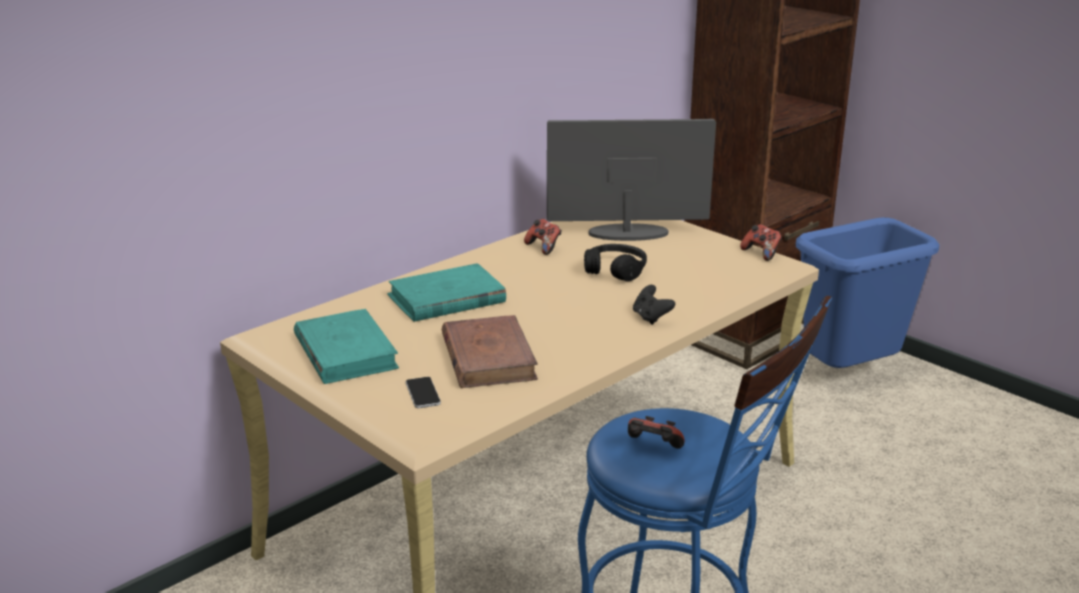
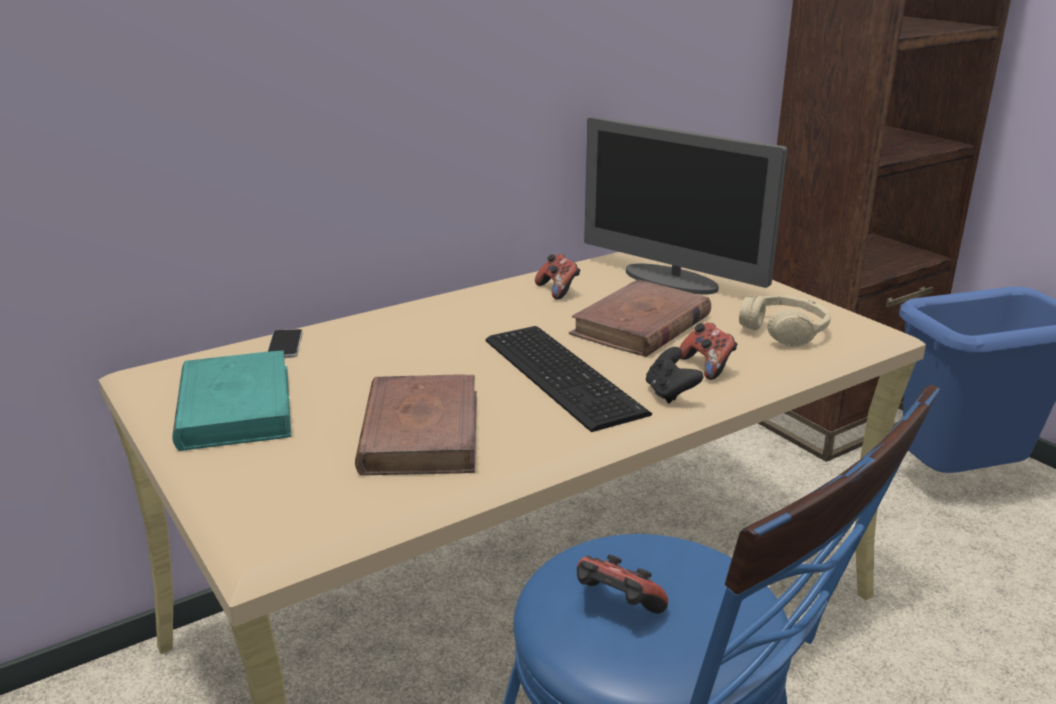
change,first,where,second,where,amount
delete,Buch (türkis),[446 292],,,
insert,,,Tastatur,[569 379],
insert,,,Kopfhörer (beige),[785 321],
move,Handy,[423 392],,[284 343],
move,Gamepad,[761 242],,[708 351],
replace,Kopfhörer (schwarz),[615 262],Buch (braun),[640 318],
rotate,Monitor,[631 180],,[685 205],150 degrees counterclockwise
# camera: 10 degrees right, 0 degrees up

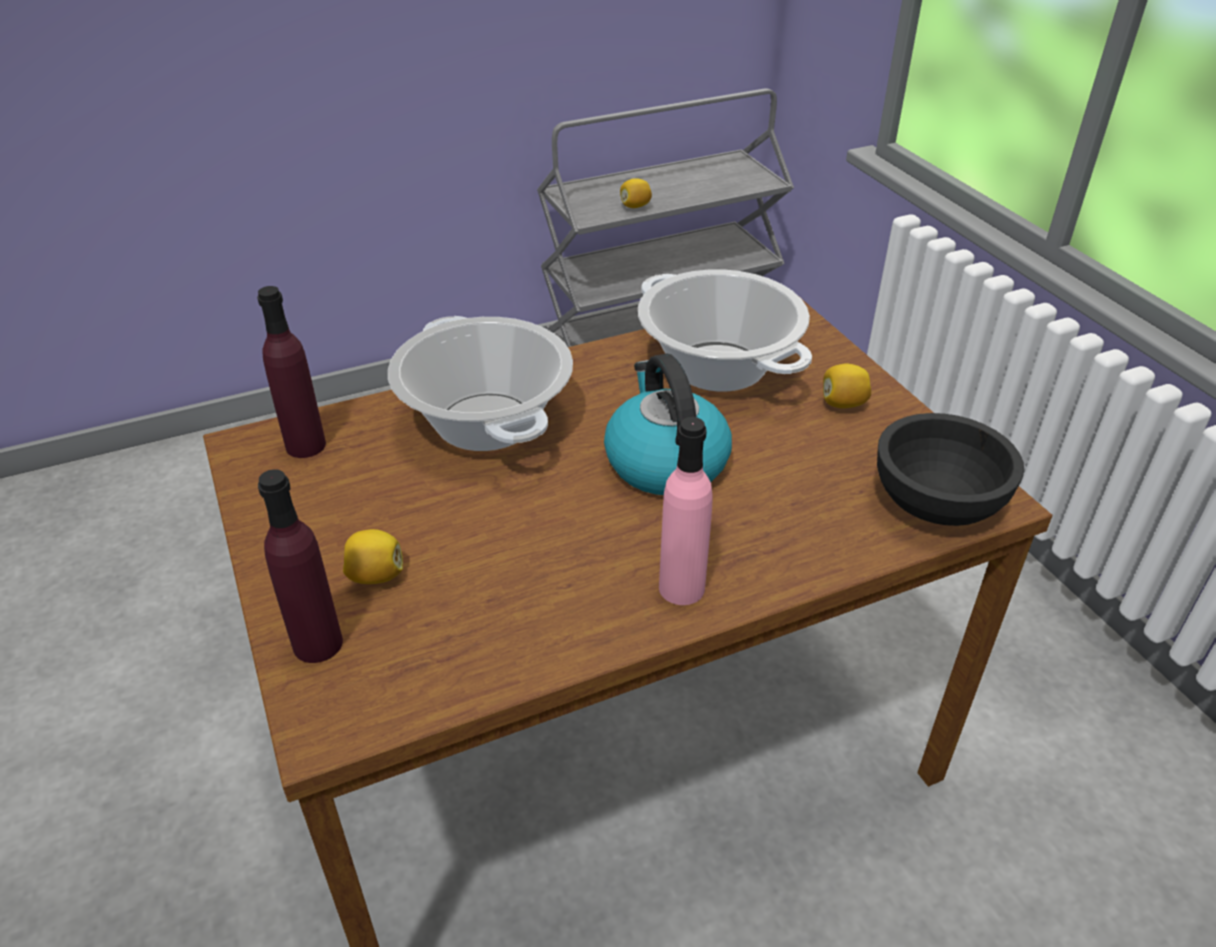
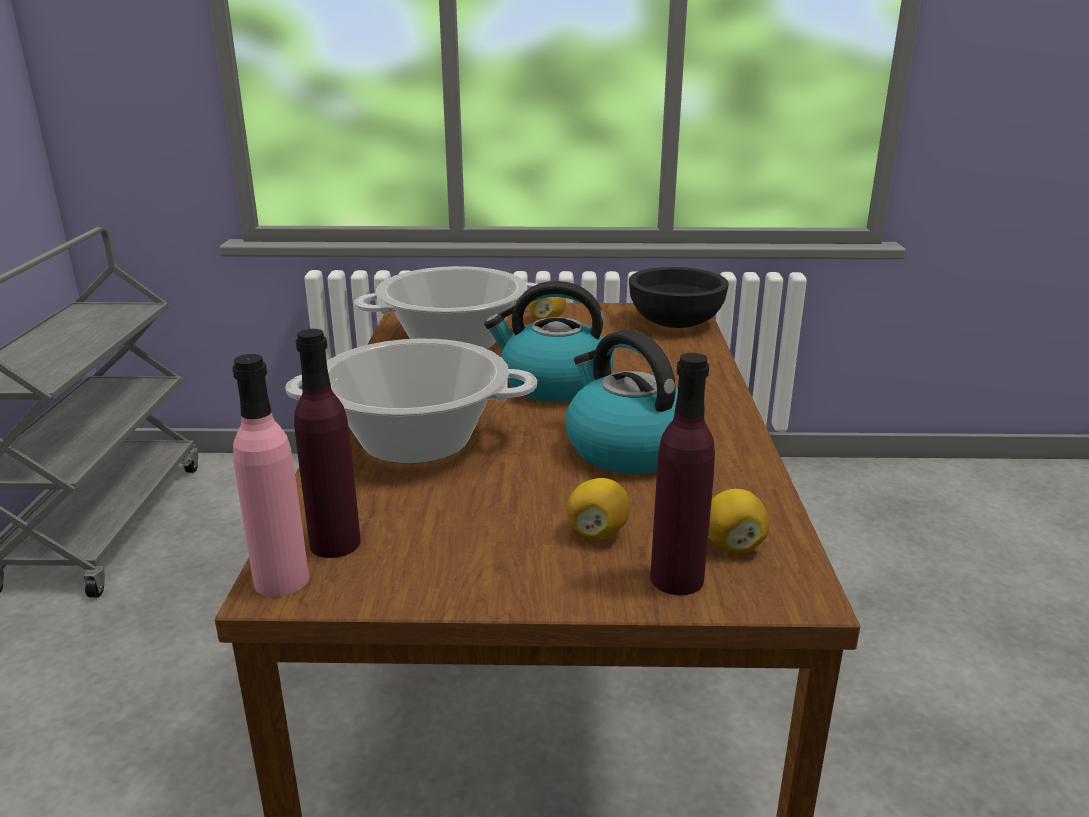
change,first,where,second,where,amount
insert,,,Wasserkessel,[621 402],
move,Zitrone,[636 193],,[739 521],
move,Flasche (rosa),[686 511],,[270 475],
# camera: 65 degrees left, 15 degrees down

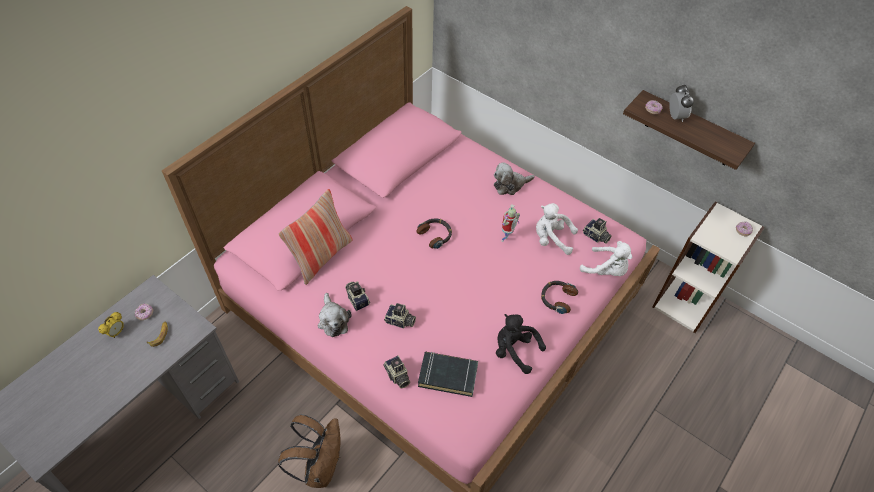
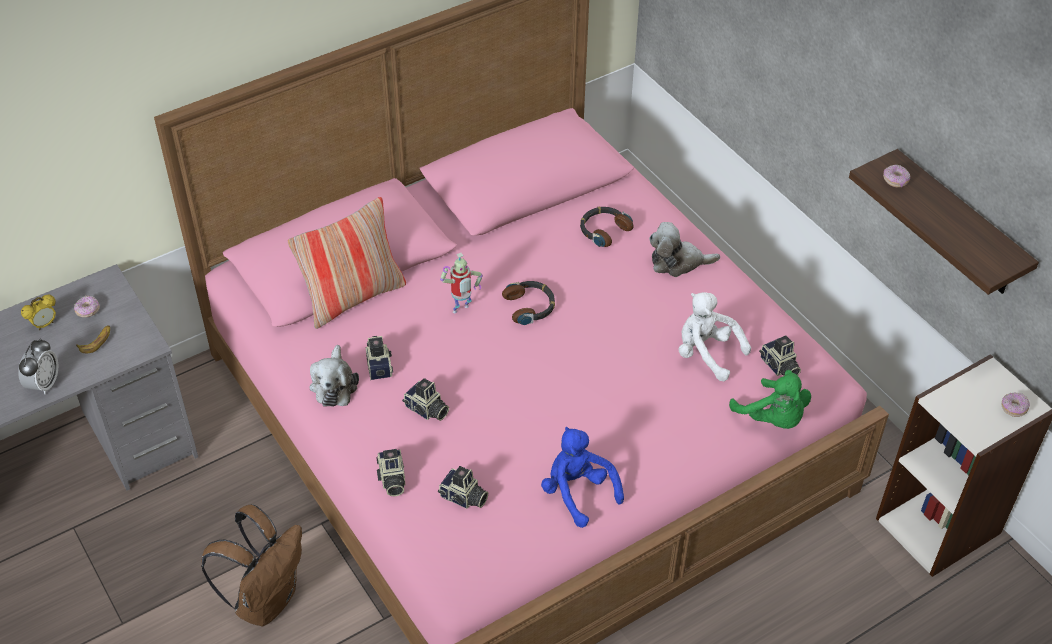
change,first,where,second,where,amount
move,Spielzeugroboter,[510 223],,[461 283],
move,Kopfhörer,[559 297],,[607 227],
move,Wecker,[681 103],,[38 366],
replace,Buch (schwarz),[448 374],Kamera,[463 487],
recolor,Plüschtier (schwarz),[521 344],Plüschtier (blau),[582 477],
recolor,Plüschtier (weiß),[606 258],Plüschtier (grün),[770 399],
# camera: 20 degrees right, 5 degrees down

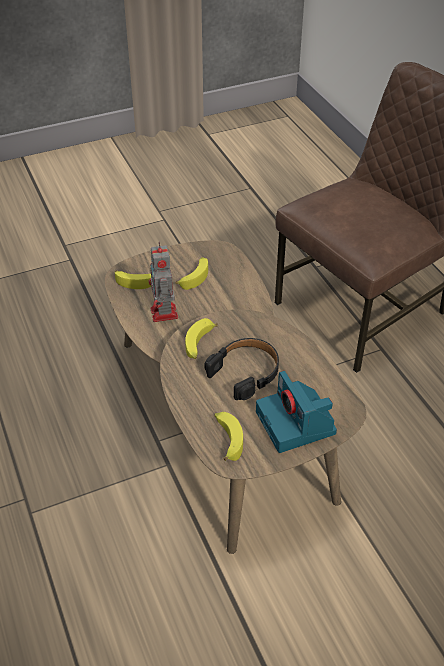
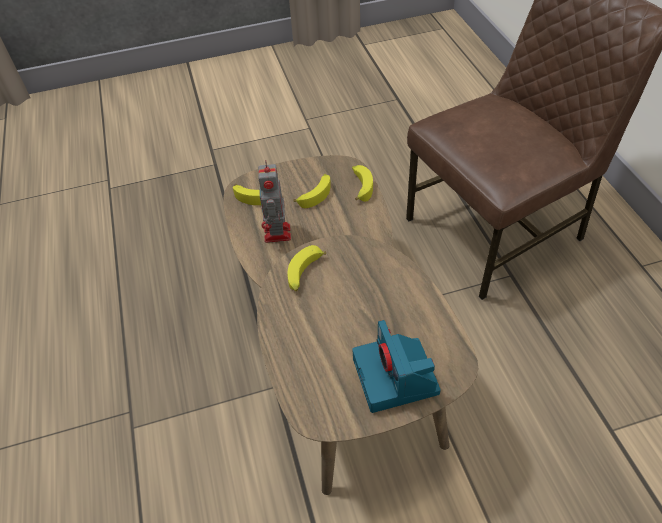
change,first,where,second,where,amount
delete,Kopfhörer (schwarz),[241 369],,,
move,Banane,[228 436],,[362 183],
# camera: 10 degrees right, 5 degrees up

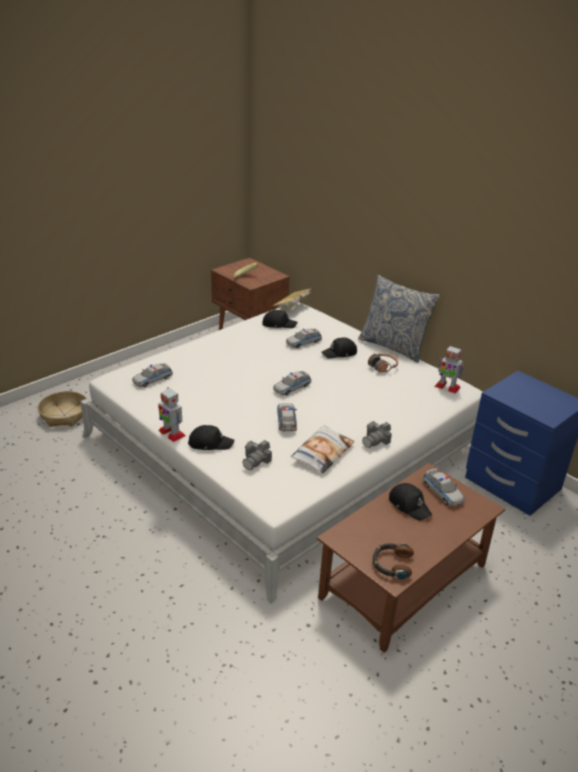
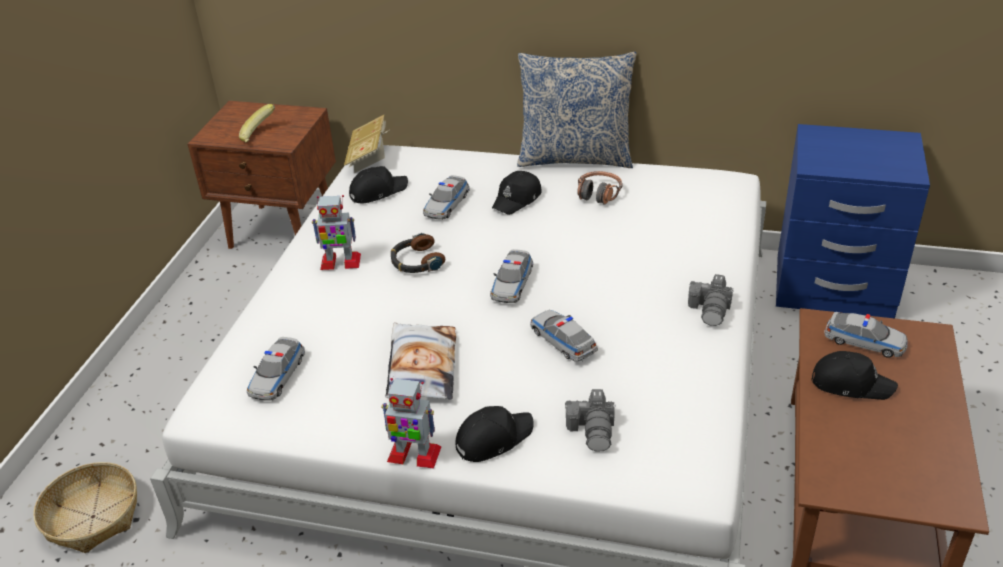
change,first,where,second,where,amount
move,Kissen,[323 449],,[420 361],
move,Kopfhörer,[393 561],,[418 253],
move,Spielzeugroboter,[449 369],,[336 232],
# camera: 30 degrees left, 5 degrees up

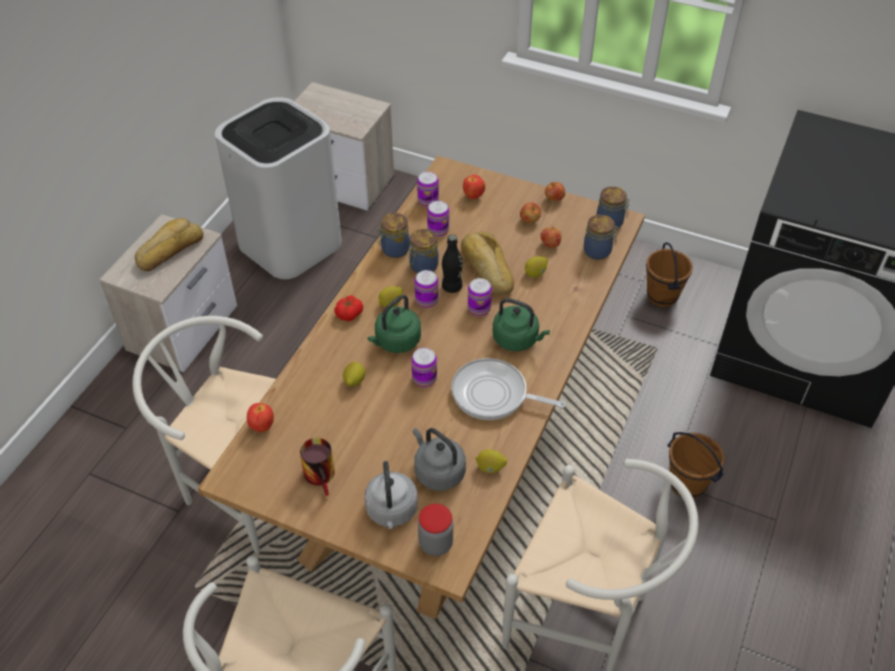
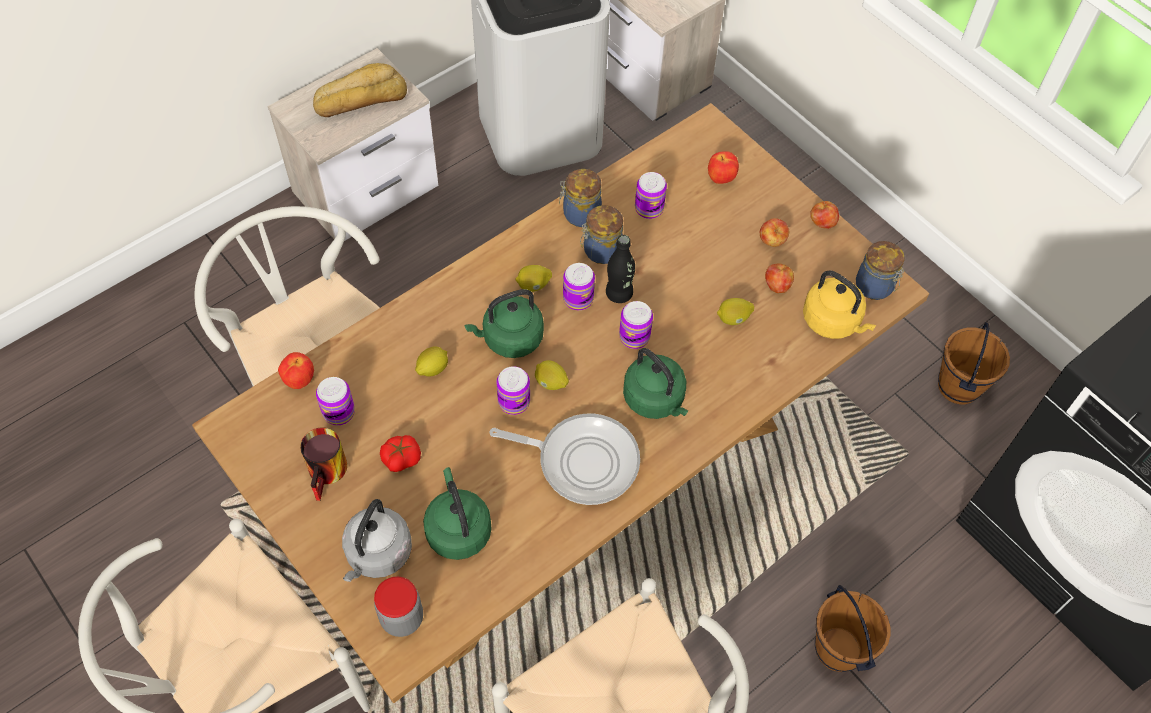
change,first,where,second,where,amount
delete,Brot,[487 263],,,
move,Tomate,[348 309],,[400 453],
move,Dose,[428 189],,[335 401],
move,Zitrone,[491 461],,[552 375],
replace,Vorratsglas,[601 237],Wasserkessel (gelb),[839 304],
recolor,Wasserkessel (grau),[439 459],Wasserkessel (grün),[457 513],
rotate,Pfanne,[508 389],,[565 459],150 degrees clockwise
# camera: 25 degrees right, 10 degrees up

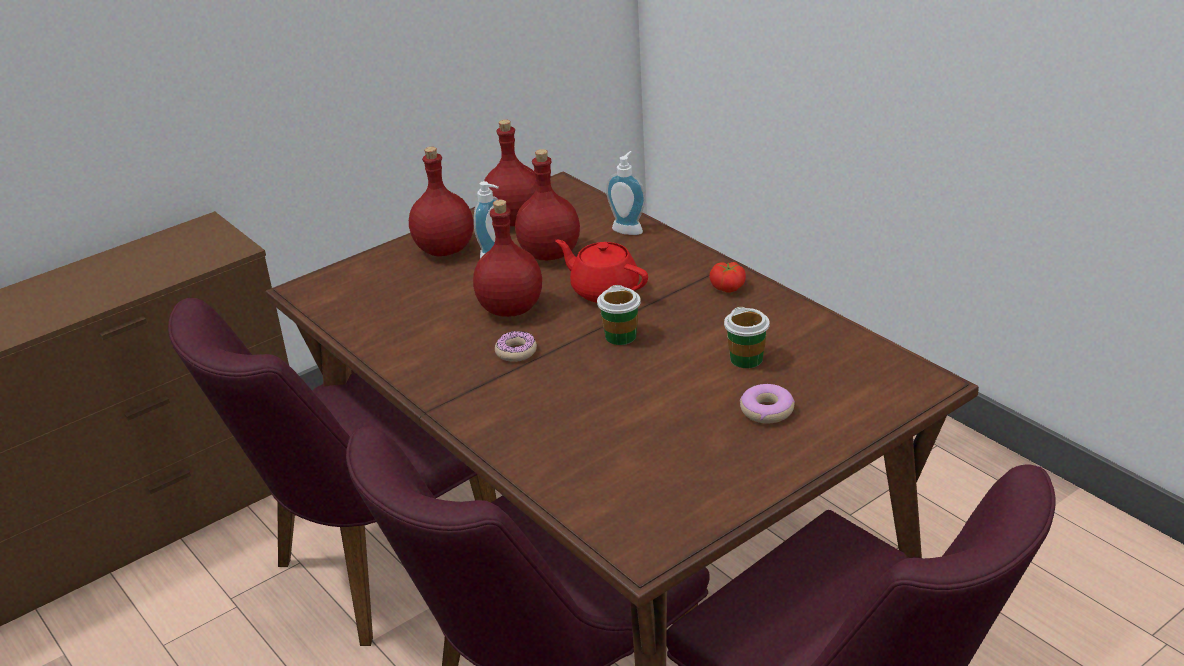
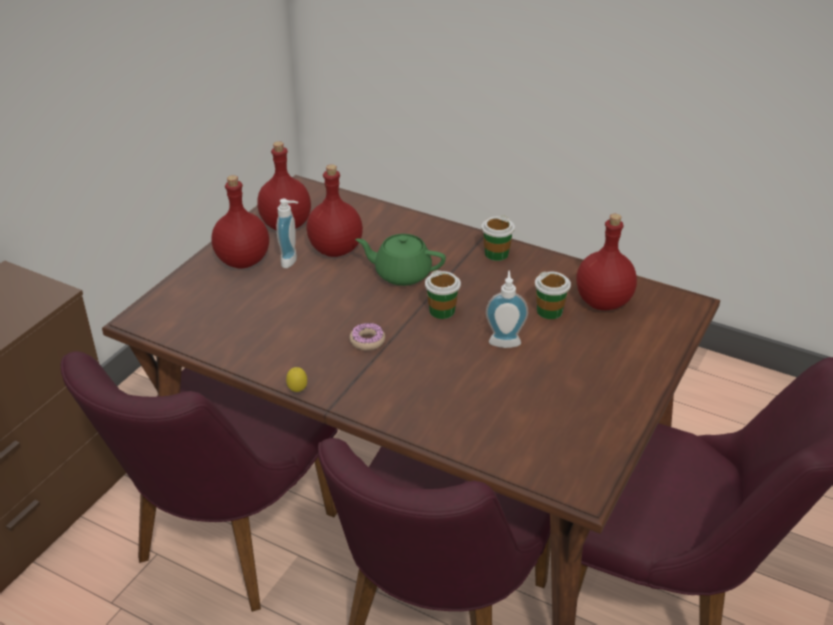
change,first,where,second,where,amount
delete,Donut,[767 403],,,
insert,,,Zitrone,[296 379],
move,Flasche (rot),[507 258],,[606 262],
move,Seifenspender,[625 193],,[507 309],
replace,Tomate,[727 277],Tasse,[498 238],
recolor,Teekanne (rot),[601 271],Teekanne (grün),[400 260],
# camera: 25 degrees left, 5 degrees up

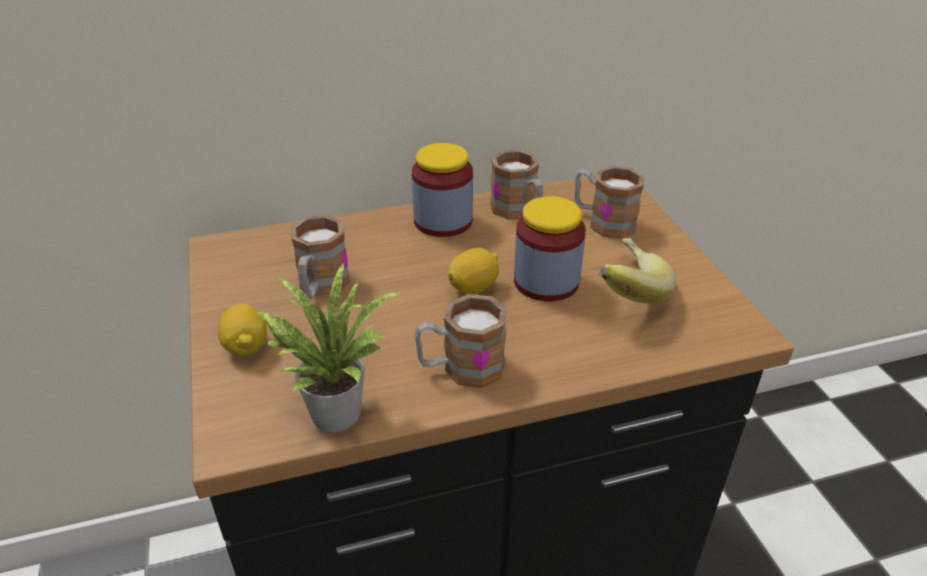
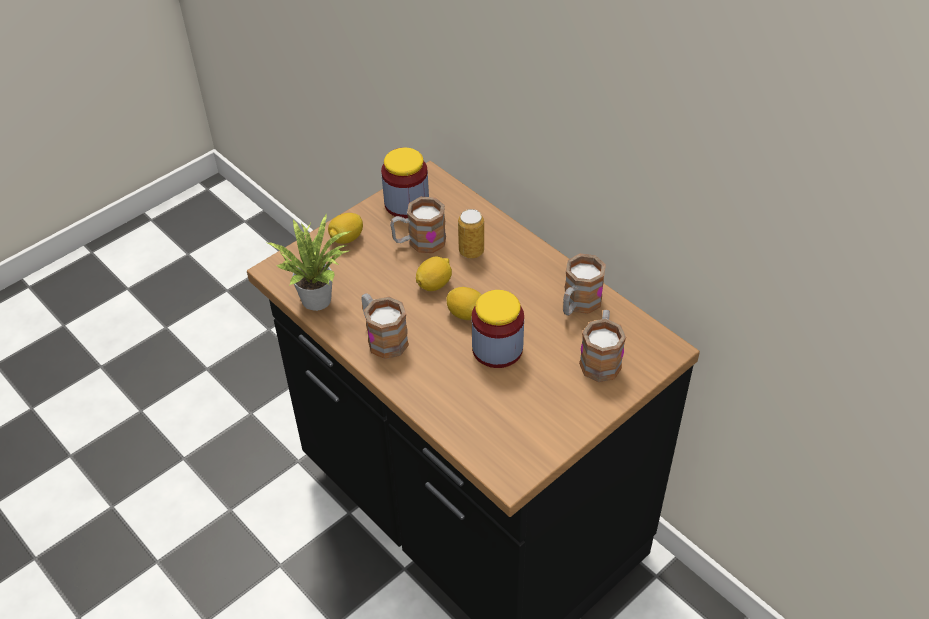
change,first,where,second,where,amount
delete,Banane,[637 271],,,
insert,,,Zitrone,[434 273],
insert,,,Dose,[471 233],
move,Vorratsglas,[442 190],,[405 183],
# camera: 65 degrees right, 10 degrees up

